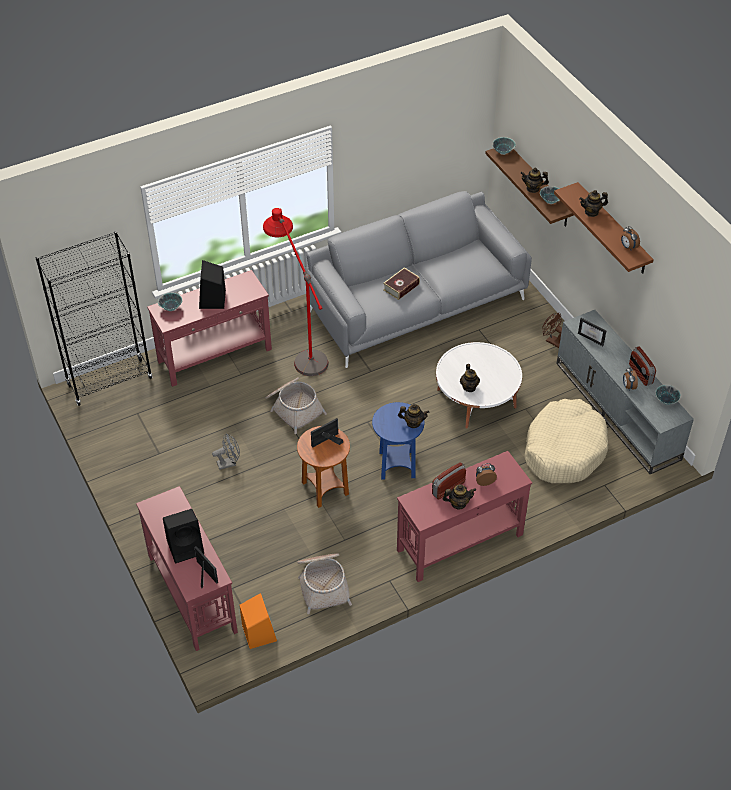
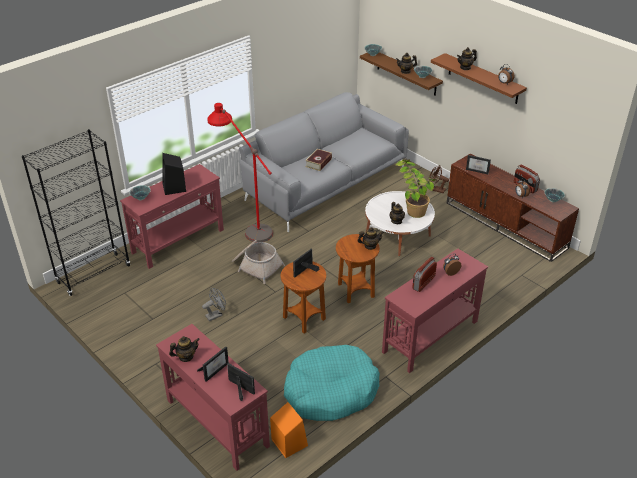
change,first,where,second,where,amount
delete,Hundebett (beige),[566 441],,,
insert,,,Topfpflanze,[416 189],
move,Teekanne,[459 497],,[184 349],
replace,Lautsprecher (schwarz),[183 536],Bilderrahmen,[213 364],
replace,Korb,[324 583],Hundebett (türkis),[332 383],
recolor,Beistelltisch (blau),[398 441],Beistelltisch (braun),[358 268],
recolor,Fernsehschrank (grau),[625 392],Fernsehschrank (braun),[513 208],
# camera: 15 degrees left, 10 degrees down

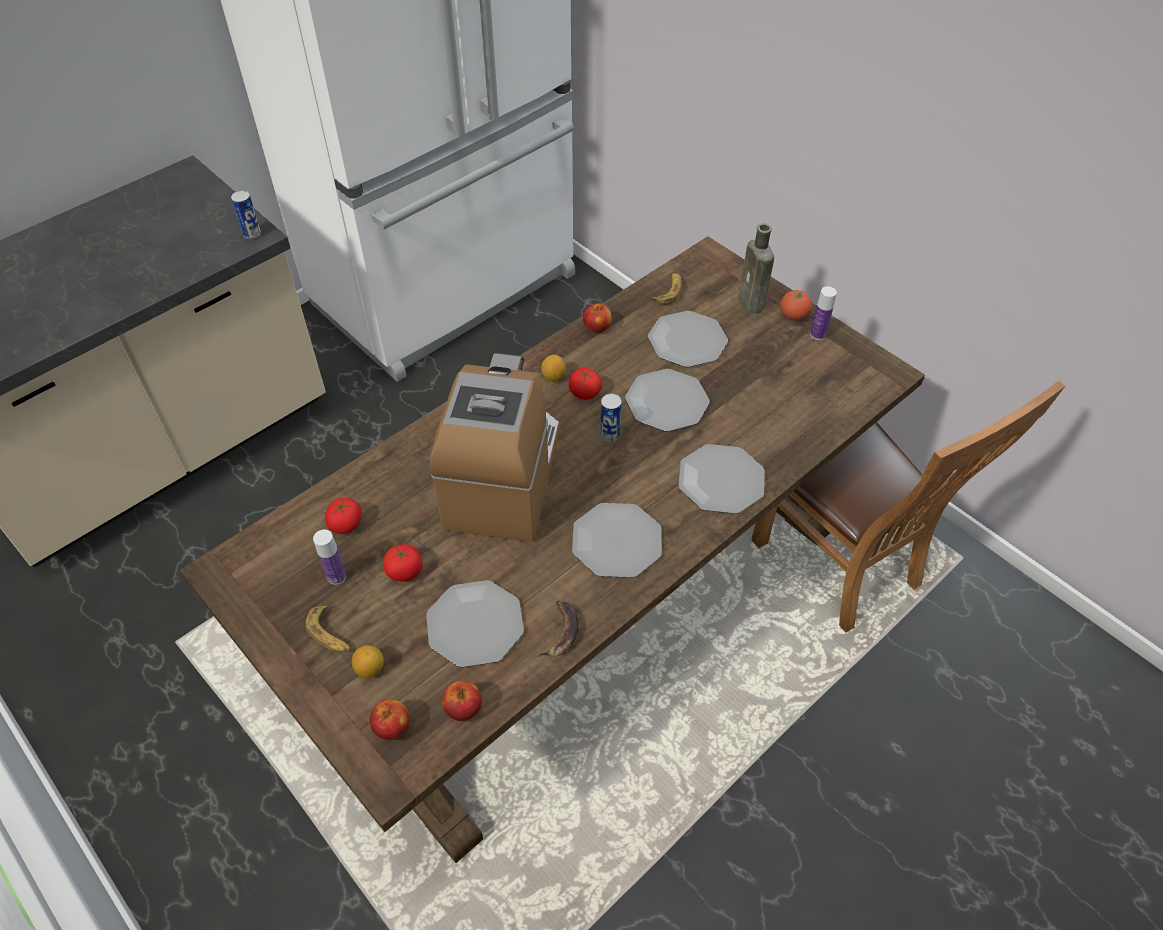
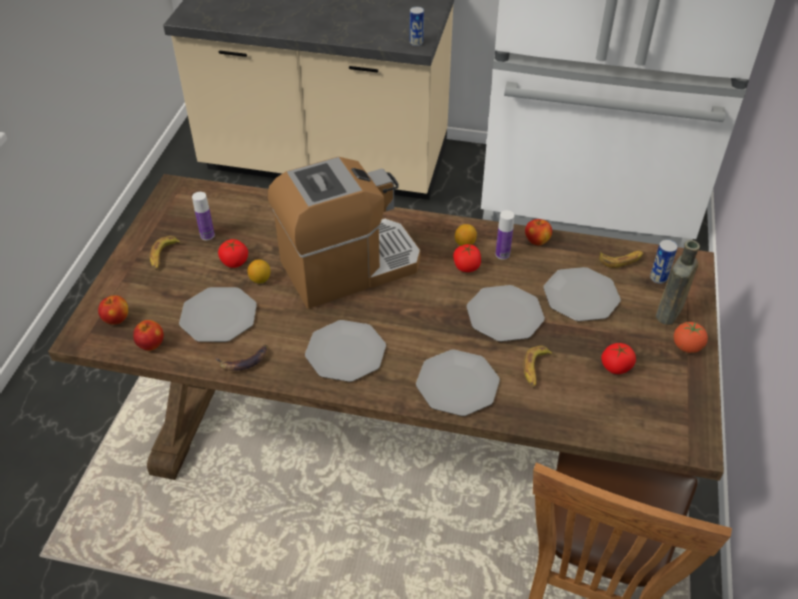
change,first,where,second,where,amount
insert,,,Banane,[539 366],
move,Tomate,[343 515],,[618 358],
move,Zitrone,[368 661],,[259 271],
move,Dose,[611 418],,[664 261],
move,Flasche,[823 313],,[505 235],
# camera: 55 degrees right, 5 degrees down

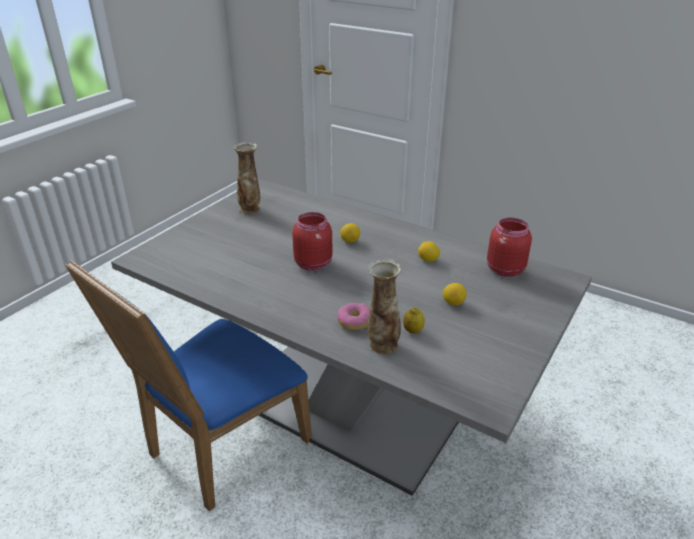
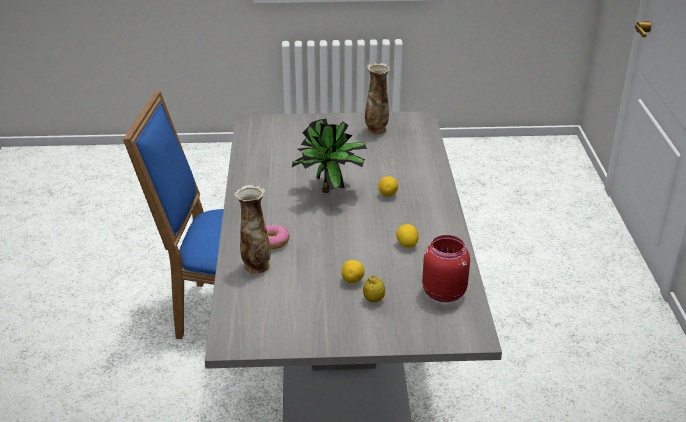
change,first,where,second,where,amount
move,Zitrone,[414 320],,[374 289],
replace,Vorratsglas (rot),[312 241],Topfpflanze,[329 156],
# camera: 55 degrees right, 0 degrees up

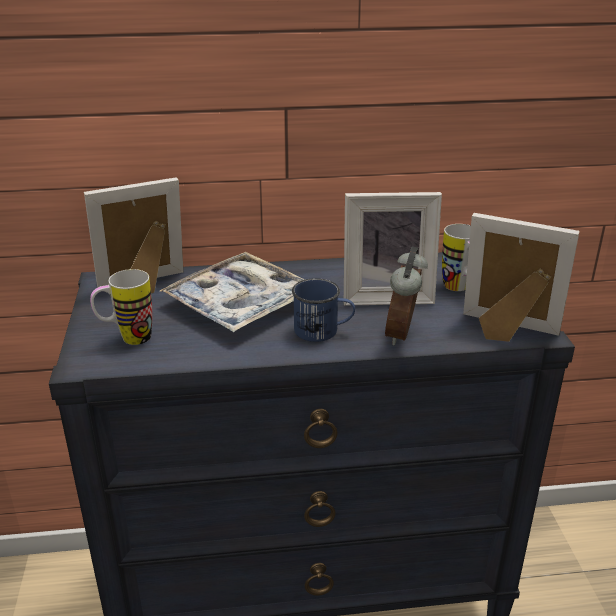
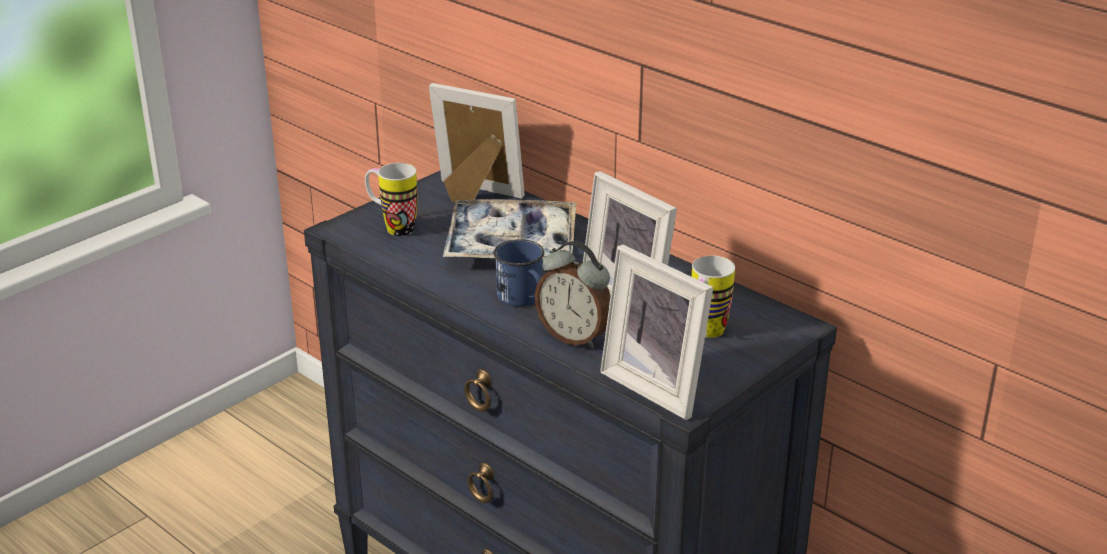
change,first,where,second,where,amount
rotate,Wecker,[406 296],,[573 294],120 degrees counterclockwise
rotate,Bilderrahmen,[521 277],,[656 332],150 degrees clockwise
# camera: 50 degrees right, 0 degrees up

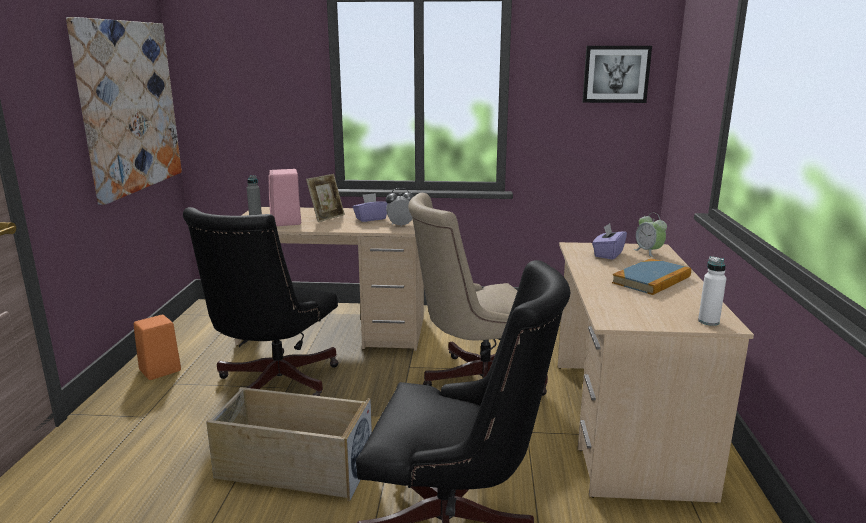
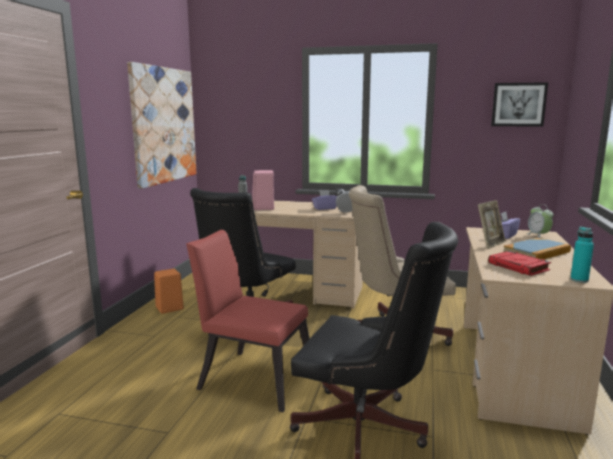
change,first,where,second,where,amount
insert,,,Buch (rot),[519 263],
move,Bilderrahmen,[325 198],,[492 224],
replace,Aufbewahrungsbox (beige),[289 444],Stuhl (rot),[248 321],
recolor,Flasche (weiß),[712 291],Flasche (türkis),[582 255],
# camera: 10 degrees right, 5 degrees down

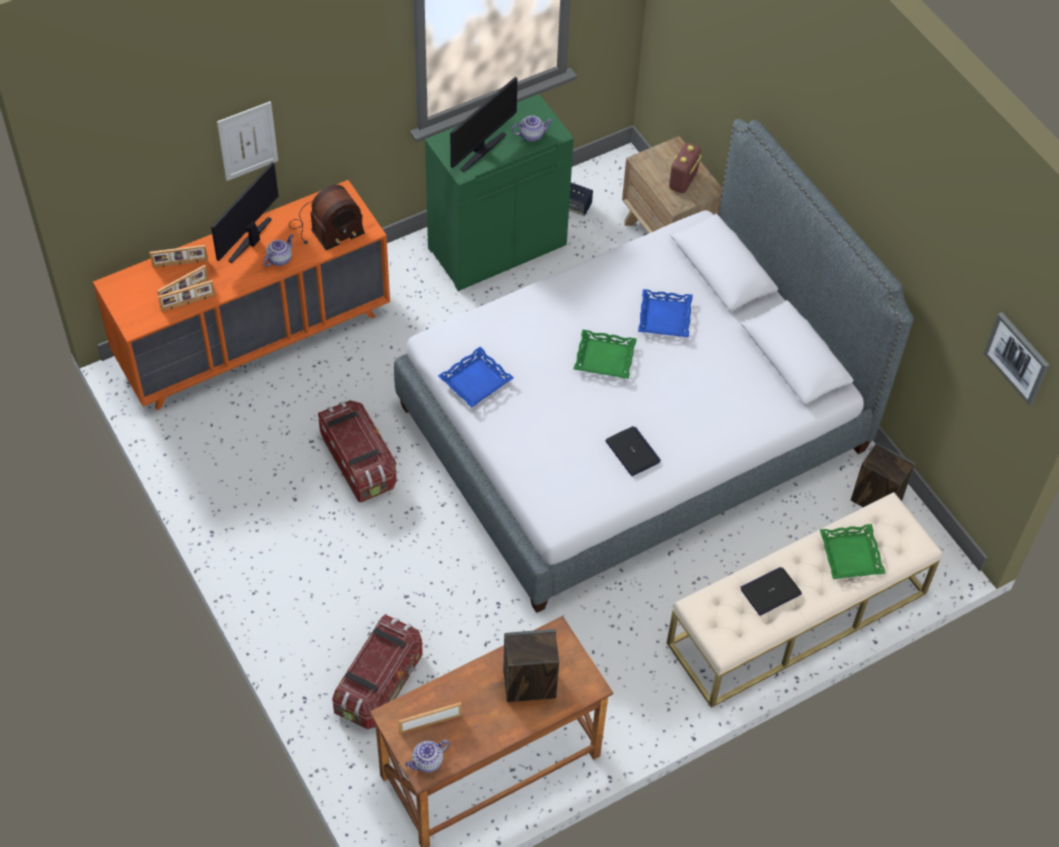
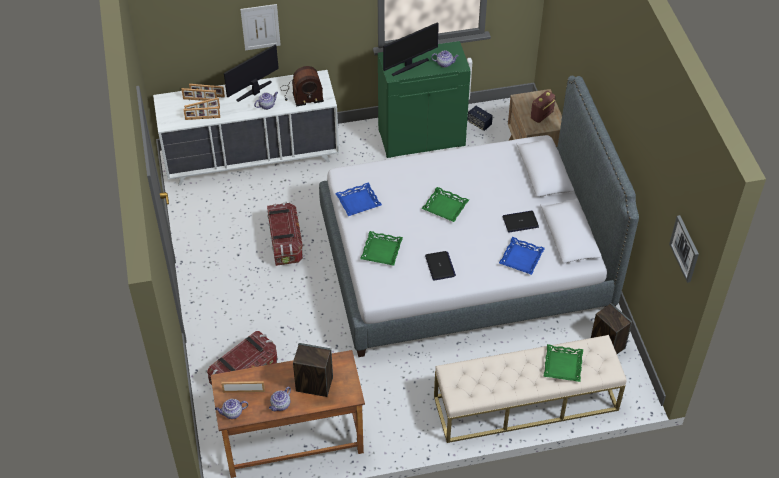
change,first,where,second,where,amount
insert,,,Bilderrahmen,[199 94],
insert,,,Teekanne,[280 399],
insert,,,Tablett (grün),[381 248],
move,Tablett (blau),[665 313],,[522 256],
move,Laptop,[771 591],,[521 221],
recolor,Kommode (orange),[241 295],Kommode (weiß),[246 127],
# camera: 20 degrees right, 5 degrees down

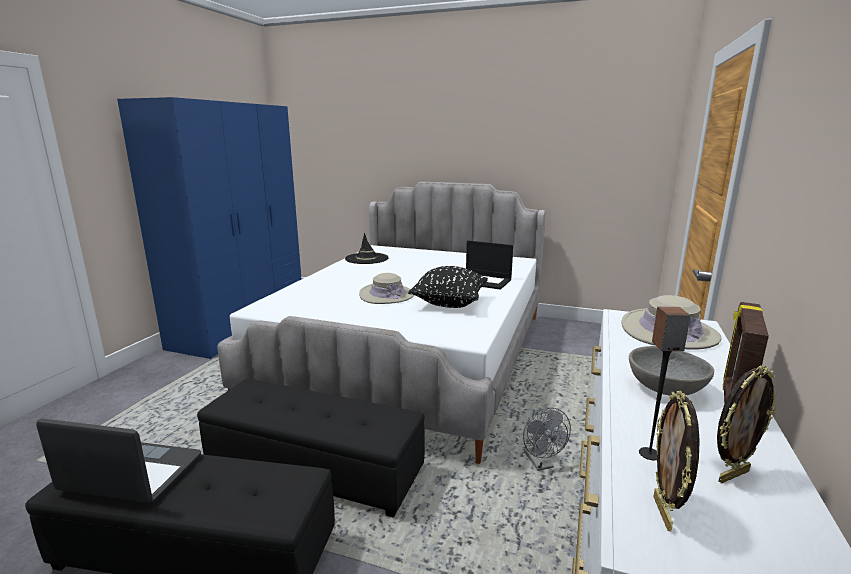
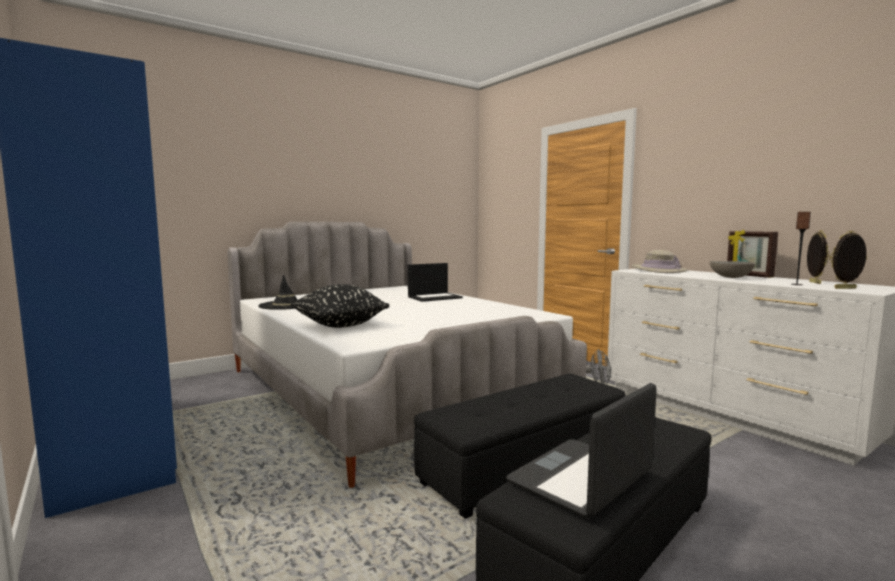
change,first,where,second,where,amount
delete,Hut (beige),[386 288],,,
move,Kissen (schwarz),[448 287],,[340 306],
rotate,Bilderrahmen,[676 461],,[848 260],135 degrees clockwise
# camera: 55 degrees left, 10 degrees down

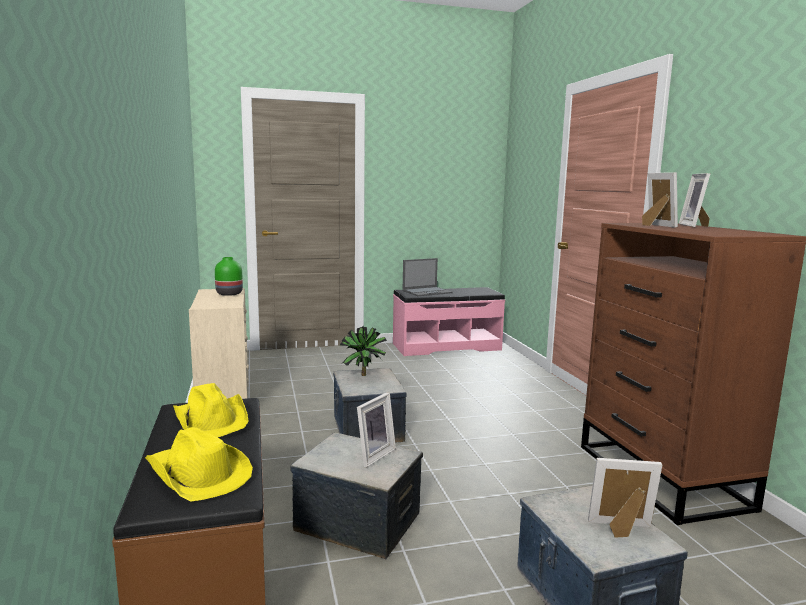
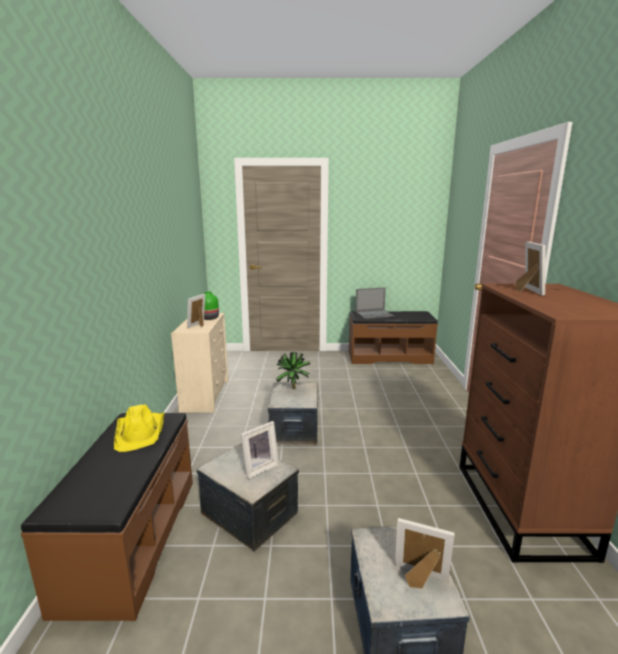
change,first,where,second,where,amount
delete,Hut (gelb),[199 464],,,
move,Bilderrahmen,[694 200],,[196 311],
recolor,Bank (rosa),[449 321],Bank (braun),[393 337],
# camera: 15 degrees right, 5 degrees up

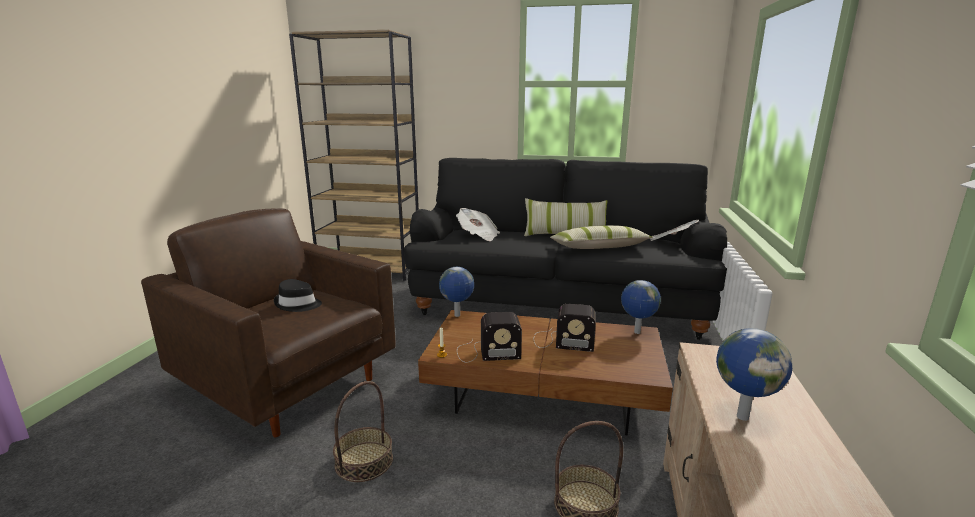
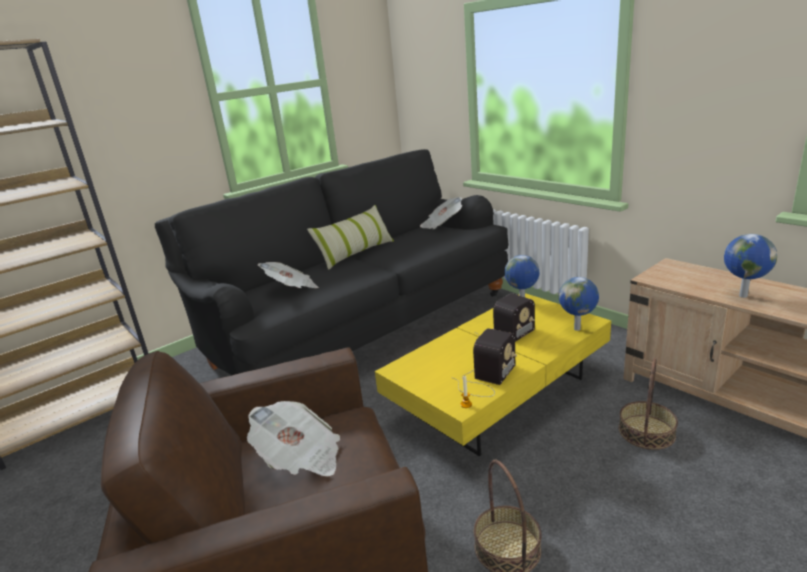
change,first,where,second,where,amount
delete,Kissen,[601 237],,,
move,Globus,[456 292],,[579 304],
replace,Hut (schwarz),[298 295],Zeitung,[293 438],
recolor,Couchtisch (braun),[545 373],Couchtisch (gelb),[493 374],
# camera: 50 degrees left, 5 degrees up

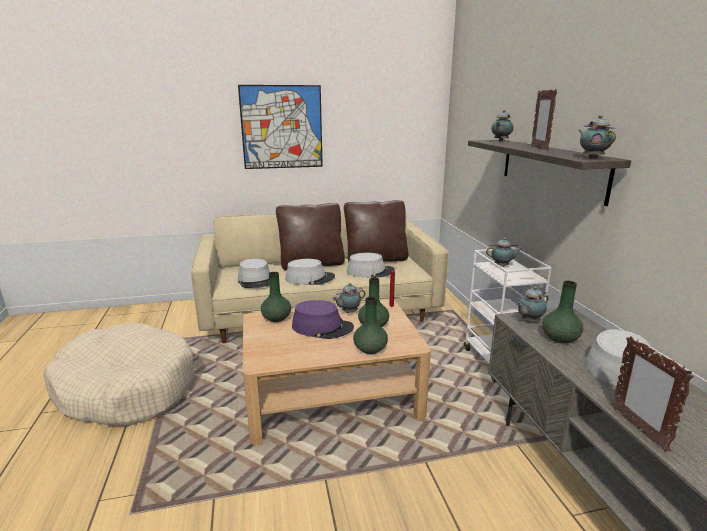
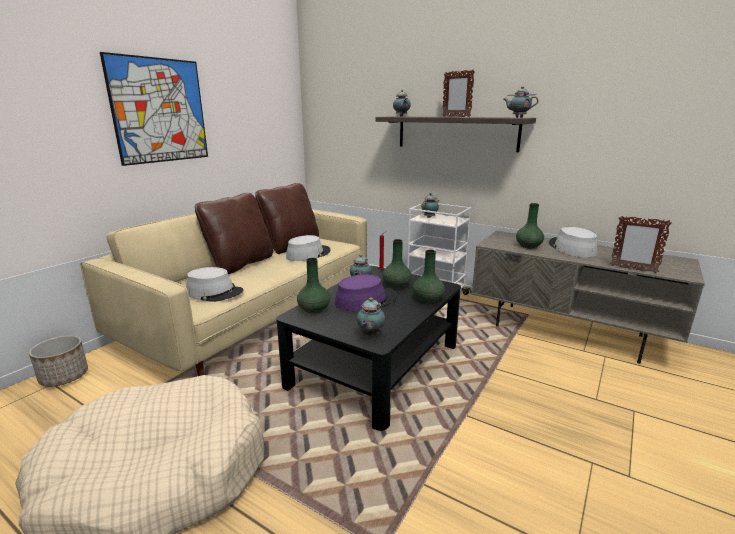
change,first,where,second,where,amount
delete,Hut (grau),[310 272],,,
insert,,,Pflanzkübel,[58 361],
move,Teekanne,[532 304],,[371 317],
recolor,Couchtisch (beige),[337 372],Couchtisch (schwarz),[368 348],
# camera: 45 degrees left, 0 degrees up

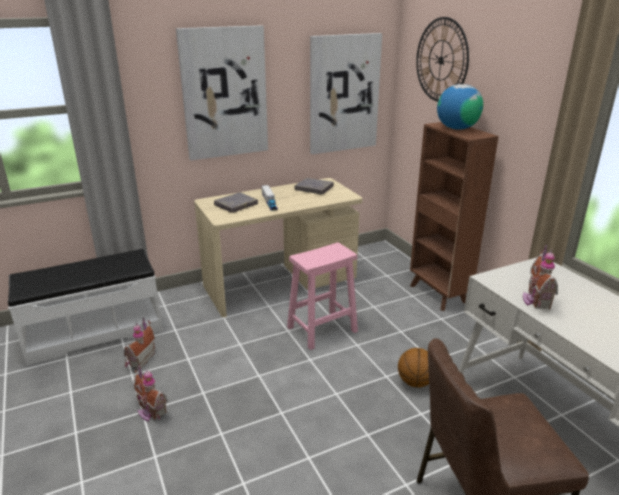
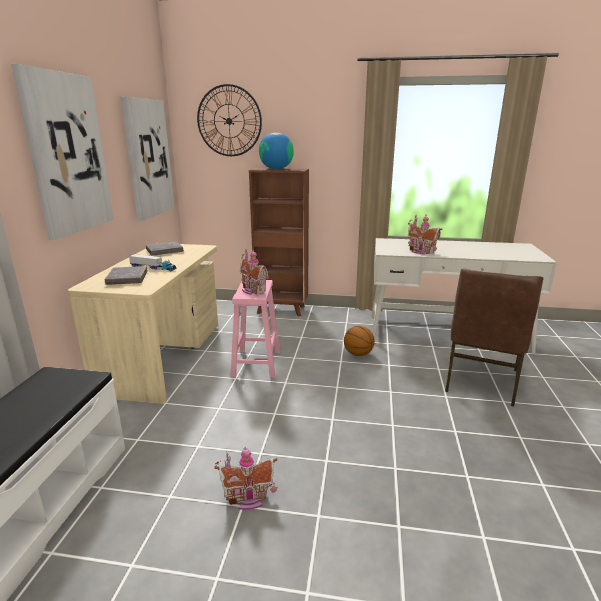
change,first,where,second,where,amount
move,Spielzeughaus,[139 343],,[254 272],
# camera: 55 degrees left, 5 degrees down

